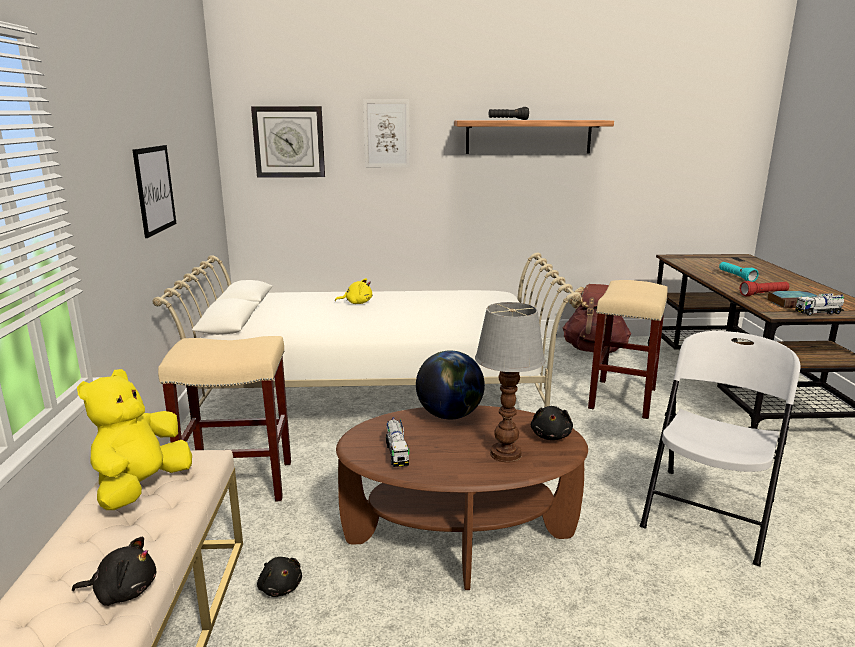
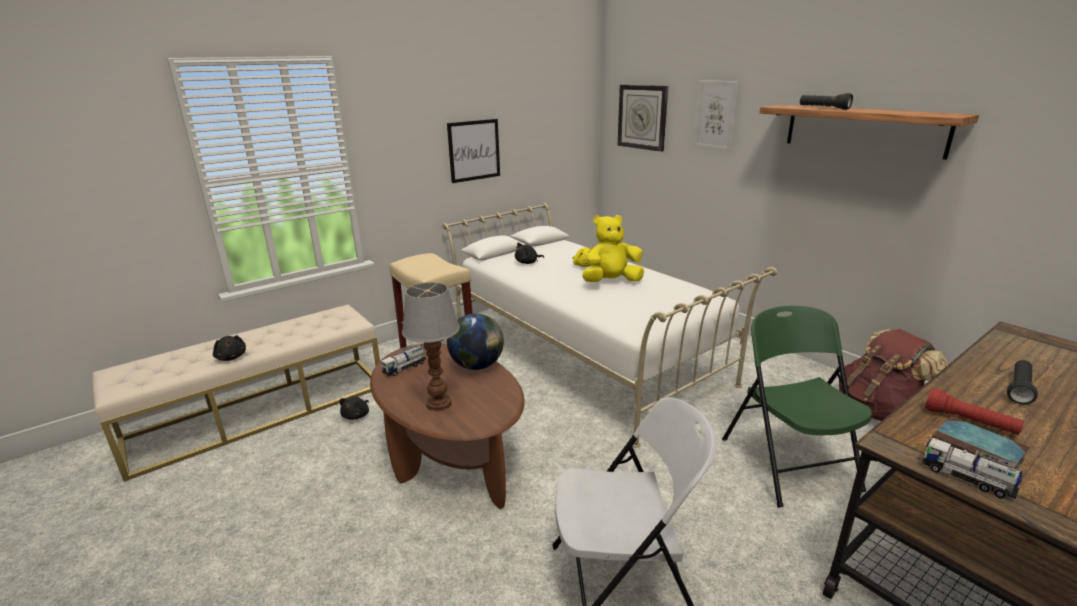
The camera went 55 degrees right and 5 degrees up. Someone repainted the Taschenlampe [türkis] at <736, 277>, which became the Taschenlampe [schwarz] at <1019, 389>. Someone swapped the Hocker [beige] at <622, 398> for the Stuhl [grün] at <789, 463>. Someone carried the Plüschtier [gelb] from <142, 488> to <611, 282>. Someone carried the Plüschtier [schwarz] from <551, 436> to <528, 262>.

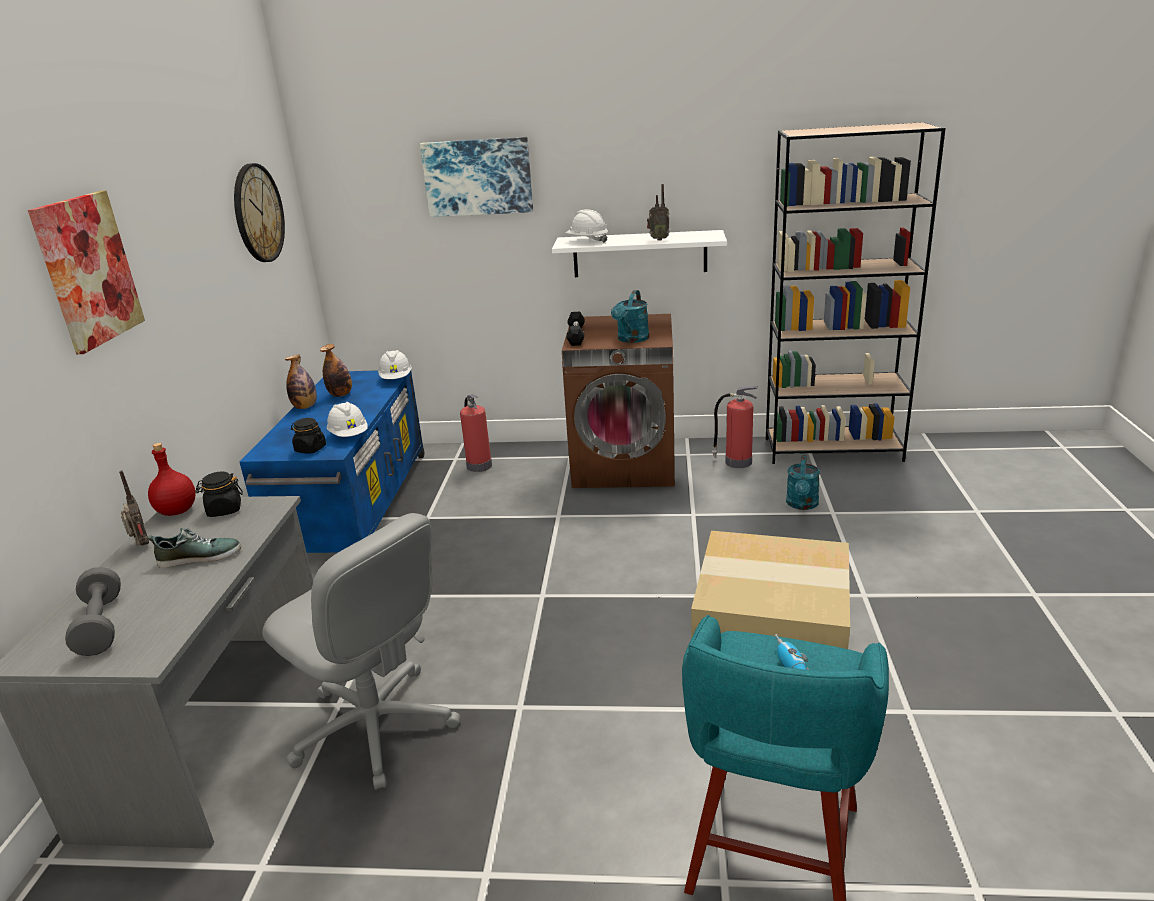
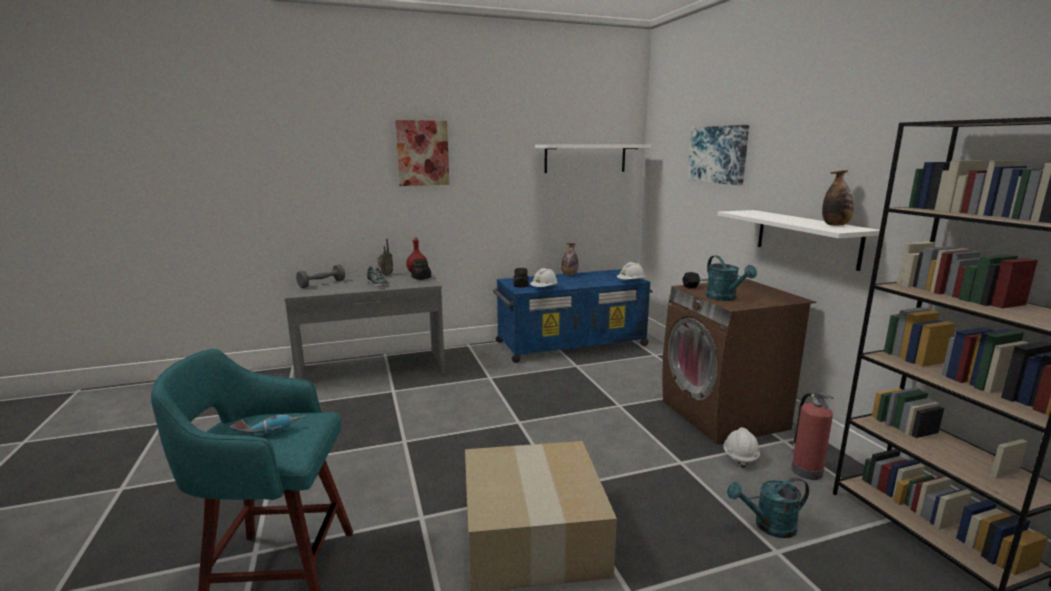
The camera went 65 degrees right and 10 degrees down. Someone swapped the Wanduhr at <258, 213> for the Wandregal [weiß] at <585, 158>. Someone took away the Radio at <658, 239>. Someone carried the Schutzhelm [weiß] from <587, 241> to <740, 457>. Someone rotated the Gießkanne [türkis] at <631, 339> by 105 degrees counterclockwise. Someone carried the Flasche from <340, 394> to <835, 225>. Someone took away the Feuerlöscher at <479, 465>. Someone took away the Bürostuhl [grau] at <374, 727>.

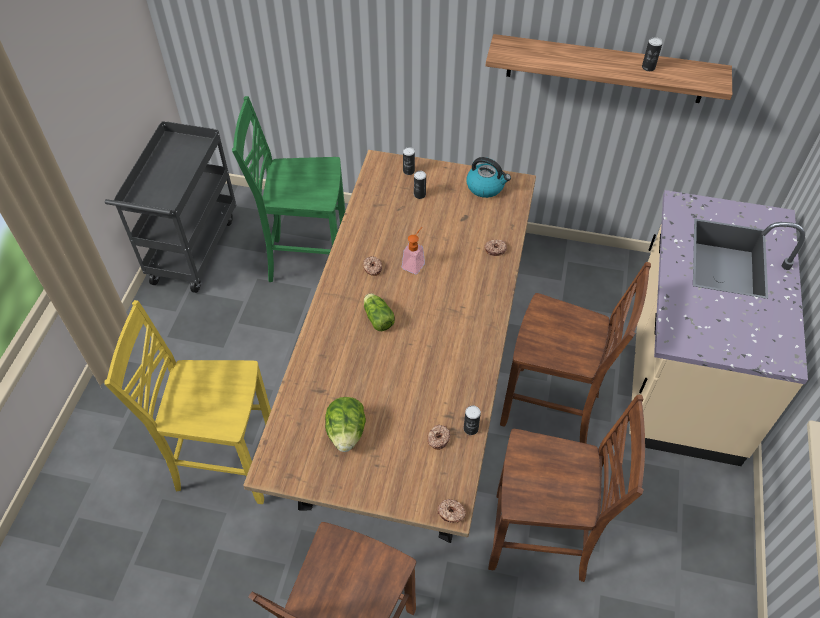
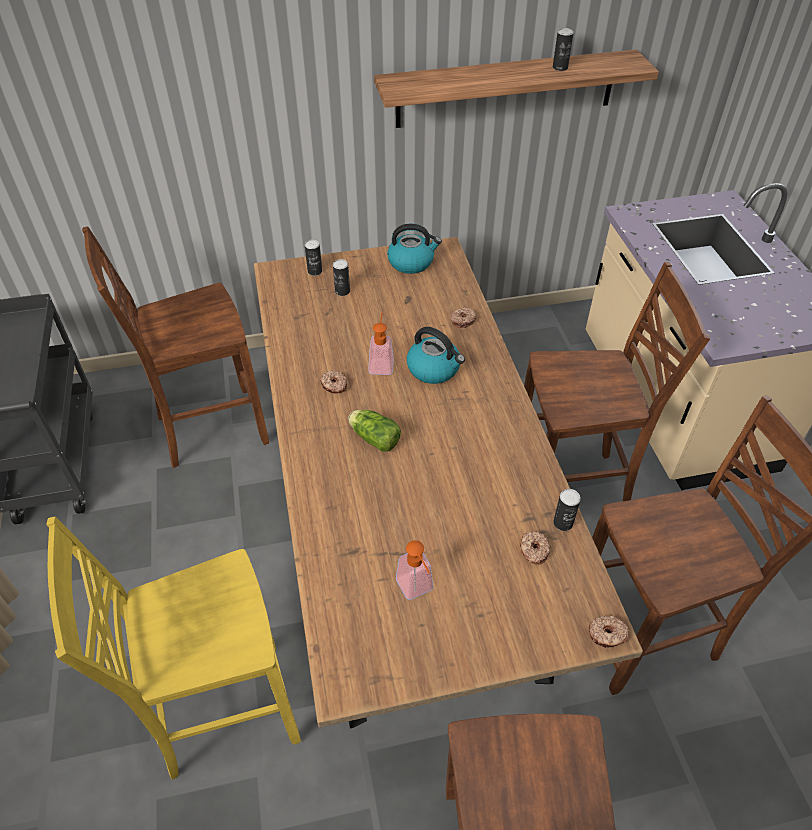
The camera went 25 degrees left and 5 degrees down. Someone repainted the Stuhl [grün] at <306, 261>, which became the Stuhl [braun] at <209, 428>. Someone swapped the Salatkopf at <346, 432> for the Seifenspender at <417, 590>. Someone put down the Wasserkessel at <434, 369>.

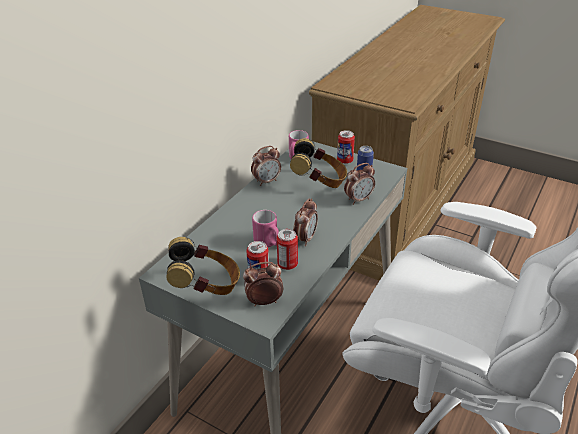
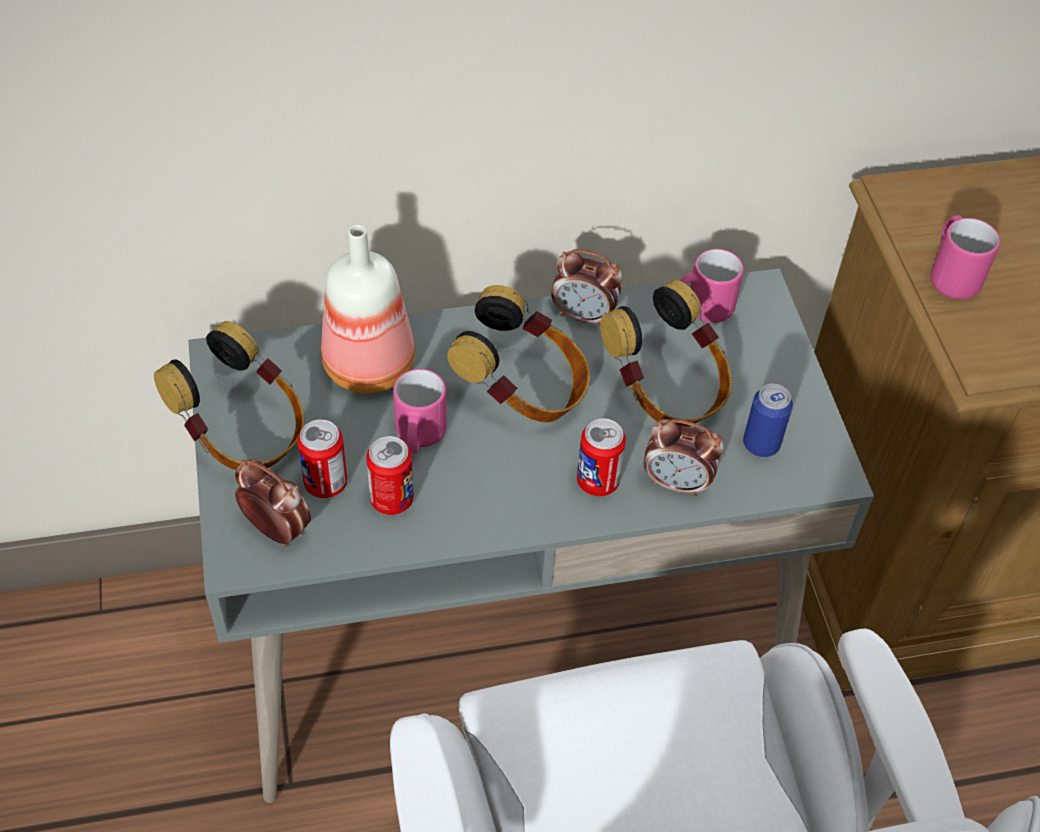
The camera went 45 degrees right and 15 degrees up. Someone carried the Dose from <345, 160> to <597, 481>. Someone took away the Wecker at <305, 239>. Someone put down the Henkelbecher [rosa] at <951, 275>. Someone put down the Flasche at <371, 364>. Someone put down the Kopfhörer at <523, 390>.

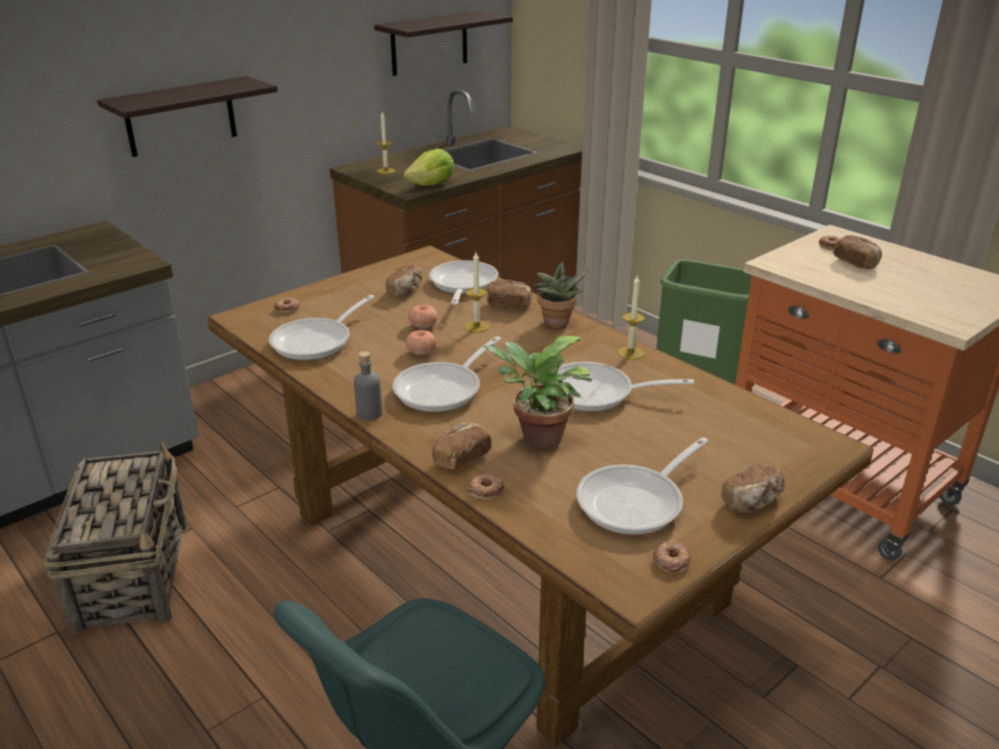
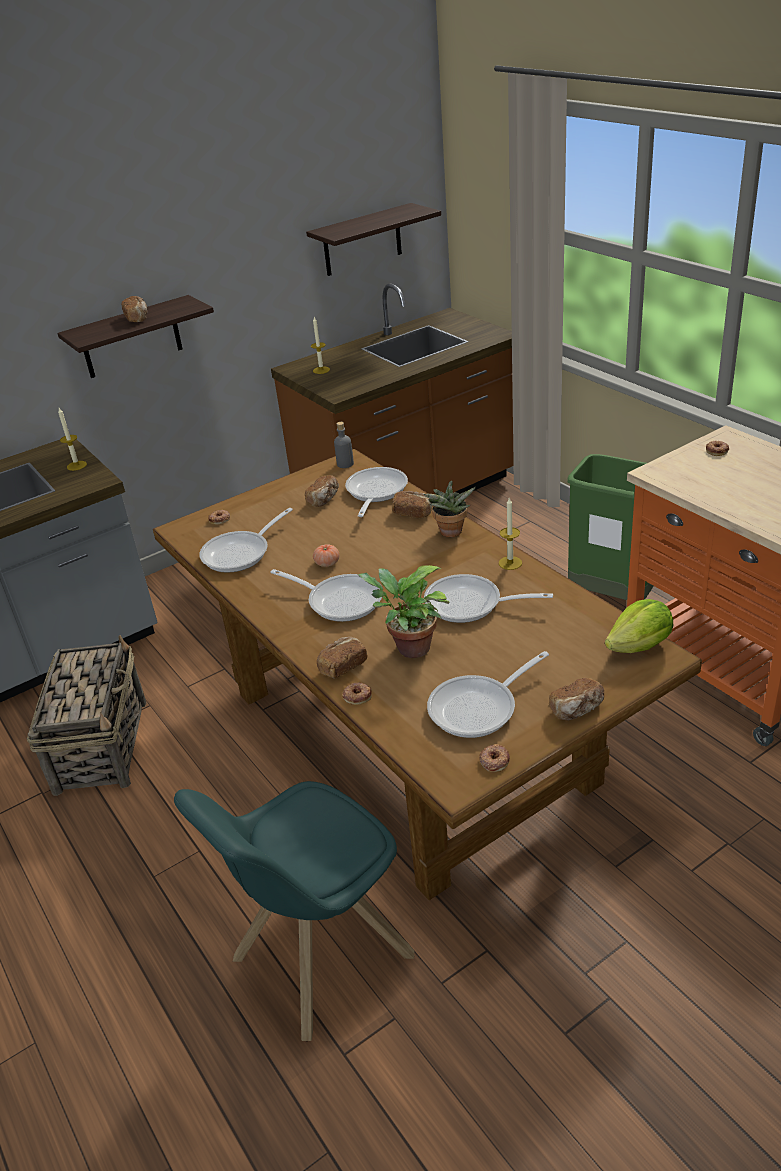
The camera went 10 degrees right and 5 degrees up. Someone carried the Salatkopf from <432, 185> to <640, 646>. Someone carried the Brot from <856, 263> to <137, 318>. Someone carried the Kerze from <476, 326> to <76, 465>. Someone took away the Tomate at <423, 325>. Someone rotated the Pfanne at <443, 389> by 105 degrees counterclockwise. Someone carried the Flasche [grau] from <369, 413> to <345, 464>.

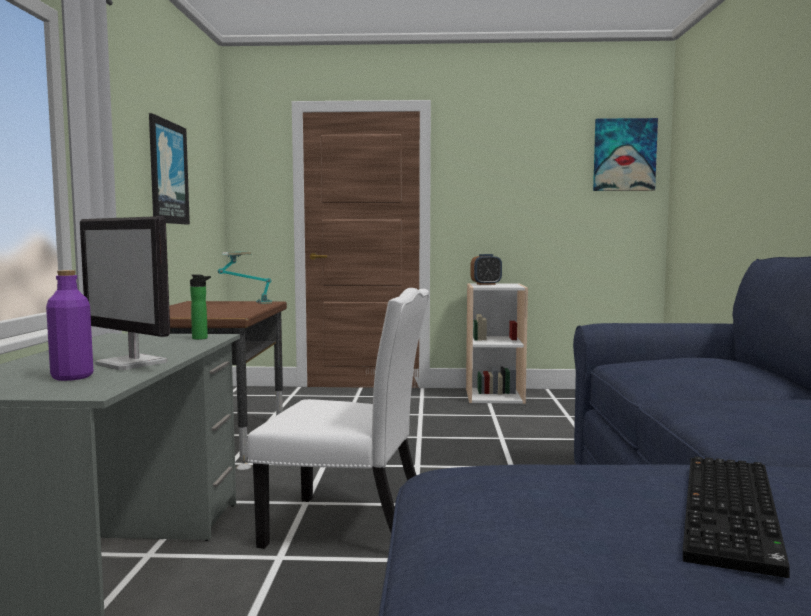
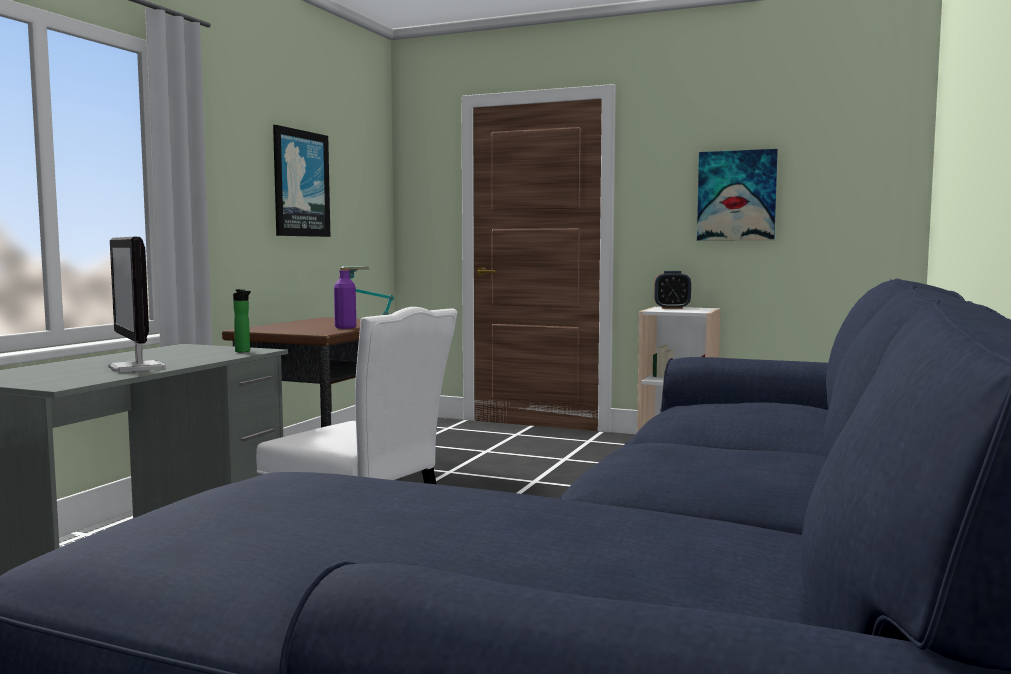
The camera went 20 degrees right and 0 degrees up. Someone carried the Bild from <624, 155> to <736, 195>. Someone carried the Flasche [lila] from <72, 377> to <345, 327>. Someone took away the Tastatur at <734, 513>.

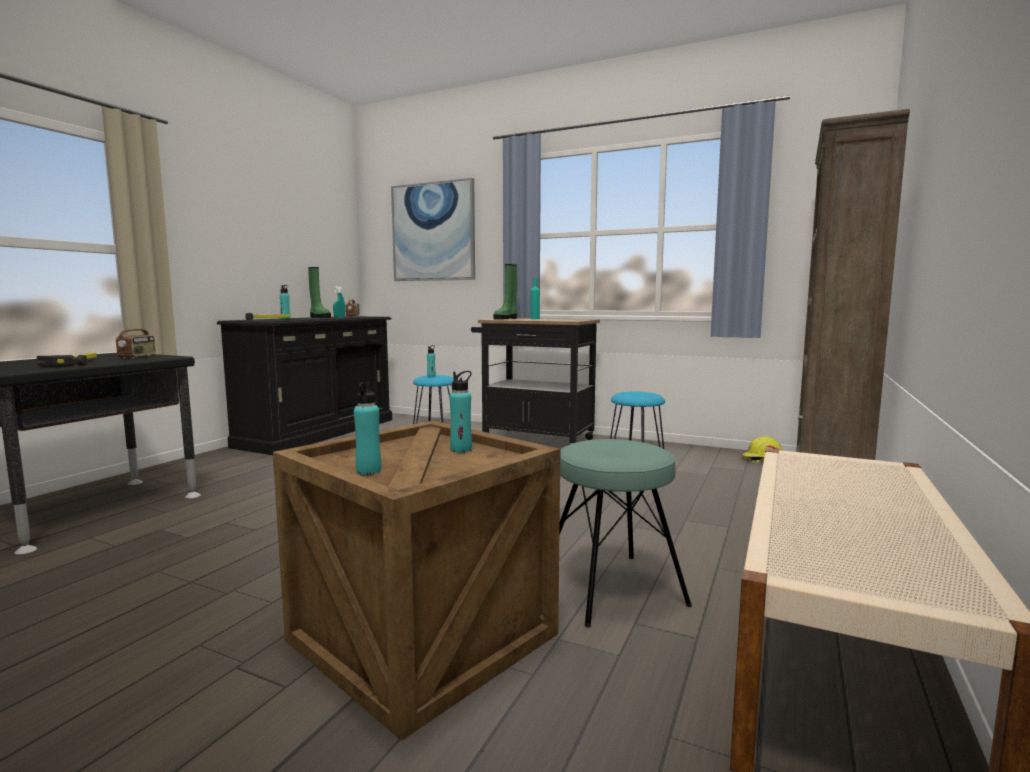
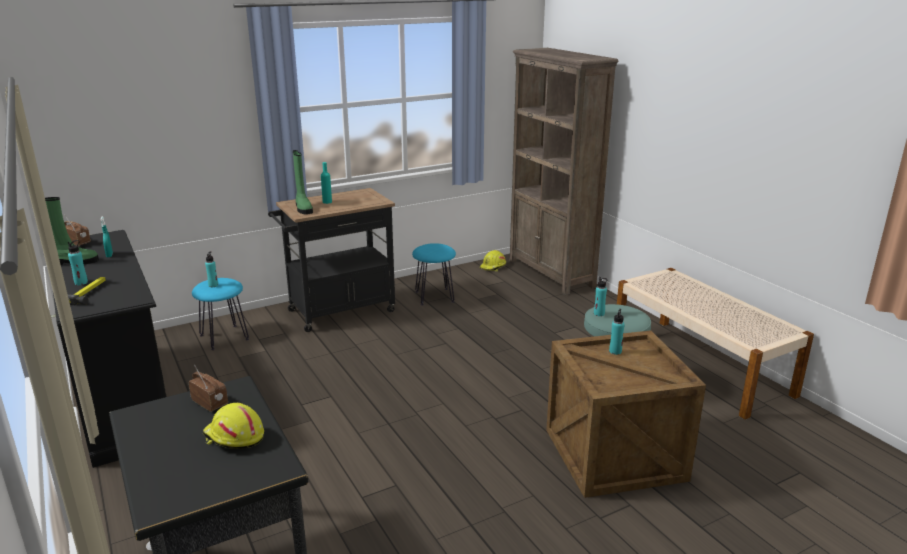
The camera went 55 degrees left and 15 degrees up. Someone took away the Bild at <433, 232>. Someone swapped the Hammer at <74, 363> for the Schutzhelm [gelb] at <234, 437>. Someone carried the Flasche [türkis] from <368, 471> to <599, 314>.

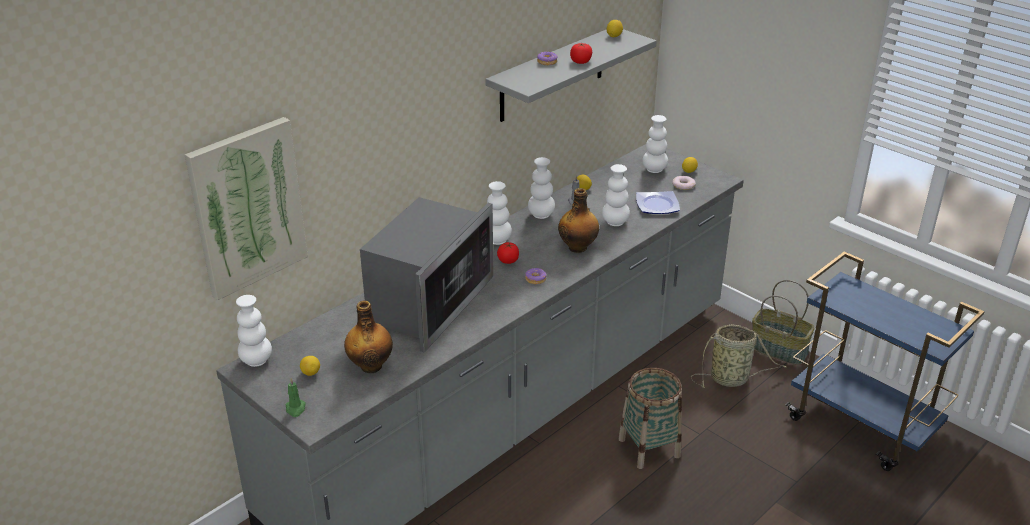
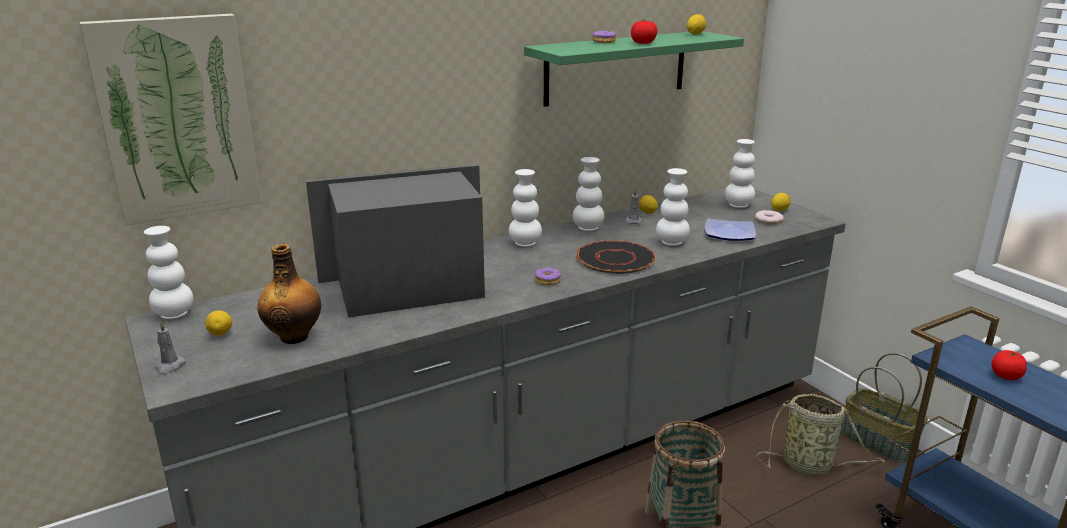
The camera went 15 degrees right and 10 degrees down. Someone repainted the Wandregal [grau] at <552, 74>, which became the Wandregal [grün] at <616, 67>. Someone swapped the Flasche at <578, 247> for the Teller [schwarz] at <616, 258>. Someone rotated the Mikrowelle at <429, 302> by 150 degrees counterclockwise. Someone carried the Tomate from <508, 260> to <1006, 376>. Someone repainted the Kerze [grün] at <295, 409>, which became the Kerze [grau] at <169, 367>.

